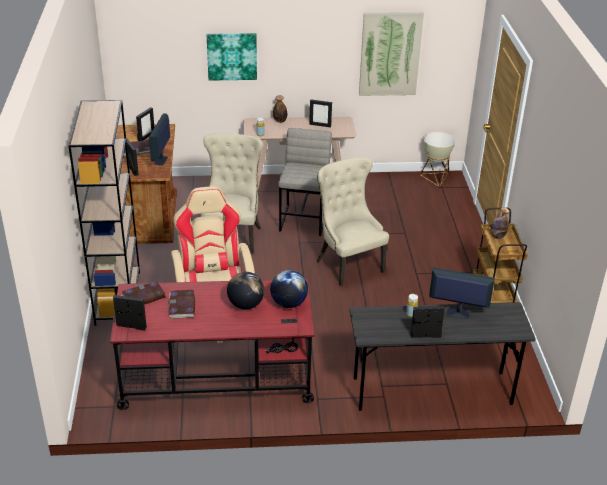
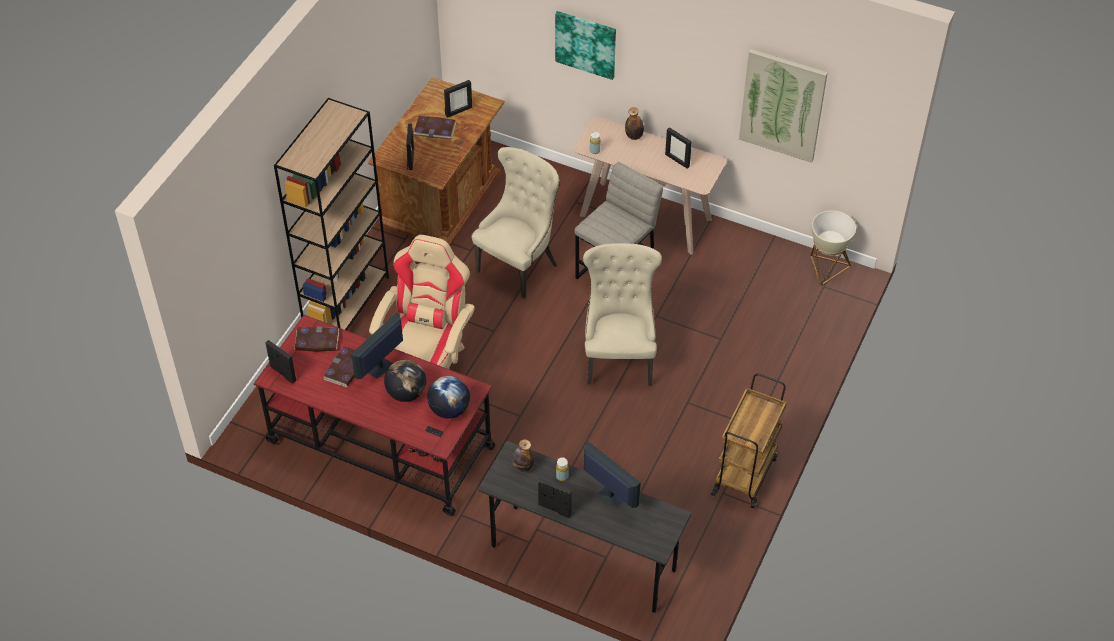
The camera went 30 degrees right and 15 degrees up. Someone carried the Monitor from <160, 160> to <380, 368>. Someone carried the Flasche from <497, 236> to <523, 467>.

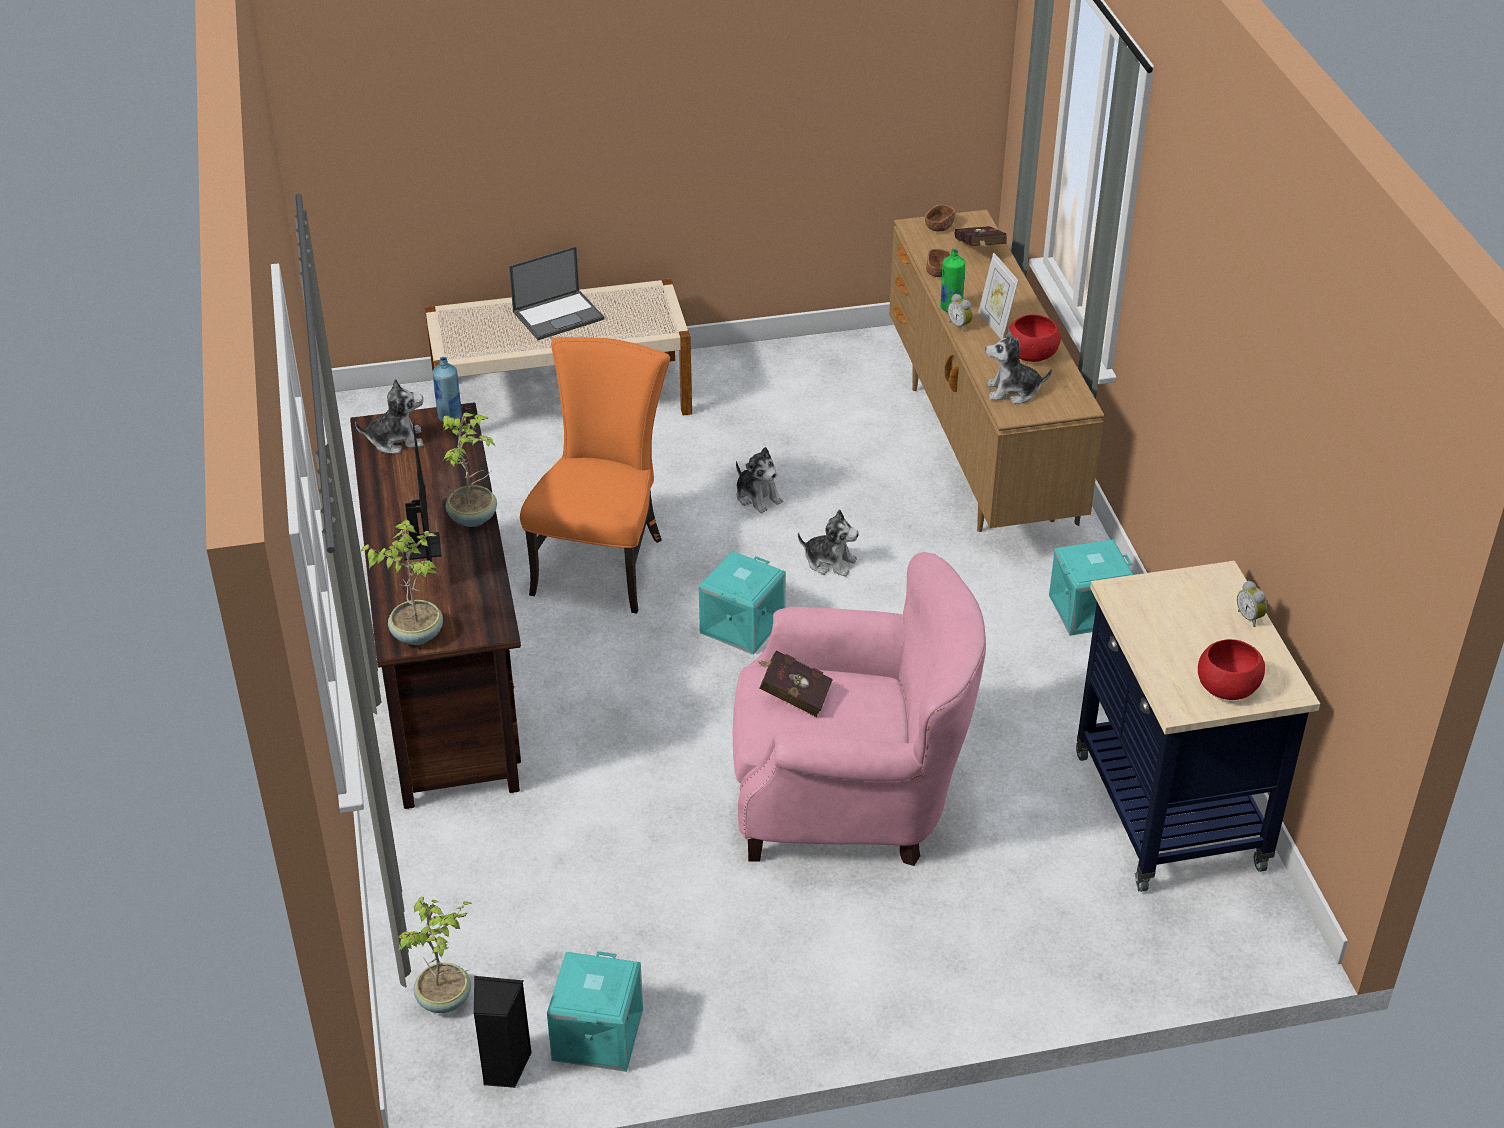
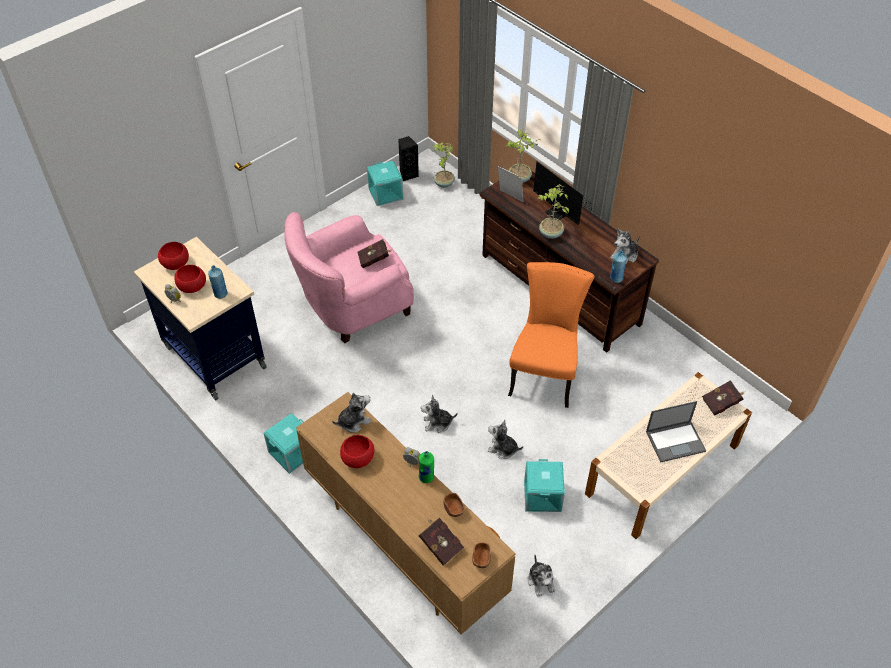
The camera went 150 degrees right and 10 degrees up. Someone rotated the Laptop at <559, 315> by 135 degrees counterclockwise. Someone carried the Bilderrahmen from <995, 325> to <509, 197>. Someone rotated the Stuhl [orange] at <603, 561> by 150 degrees counterclockwise. Someone carried the Aufbewahrungsbox [türkis] from <741, 625> to <543, 496>. Someone put down the Schüssel [rot] at <192, 286>. Someone put down the Flasche [blau] at <220, 294>. Someone put down the Buch [rot] at <722, 403>. Someone put down the Plüschtier at <541, 581>.

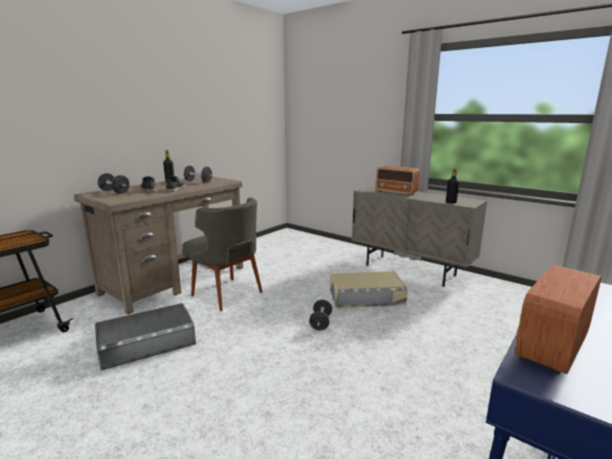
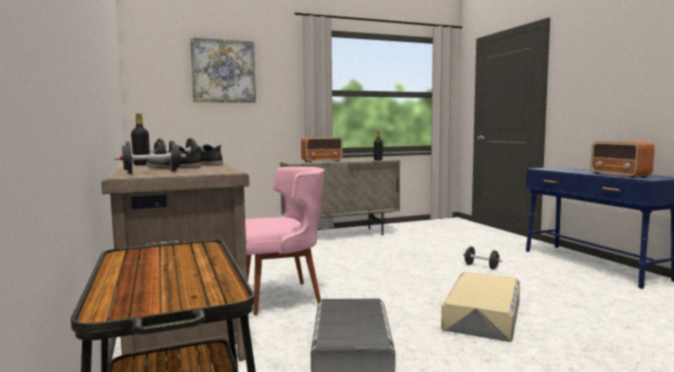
The camera went 60 degrees left and 10 degrees down. Someone repainted the Stuhl [grau] at <227, 294>, which became the Stuhl [rosa] at <280, 298>. Someone carried the Aufbewahrungsbox [beige] from <366, 297> to <483, 315>. Someone carried the Hantel [schwarz] from <321, 323> to <481, 266>. Someone put up the Bild at <223, 71>.

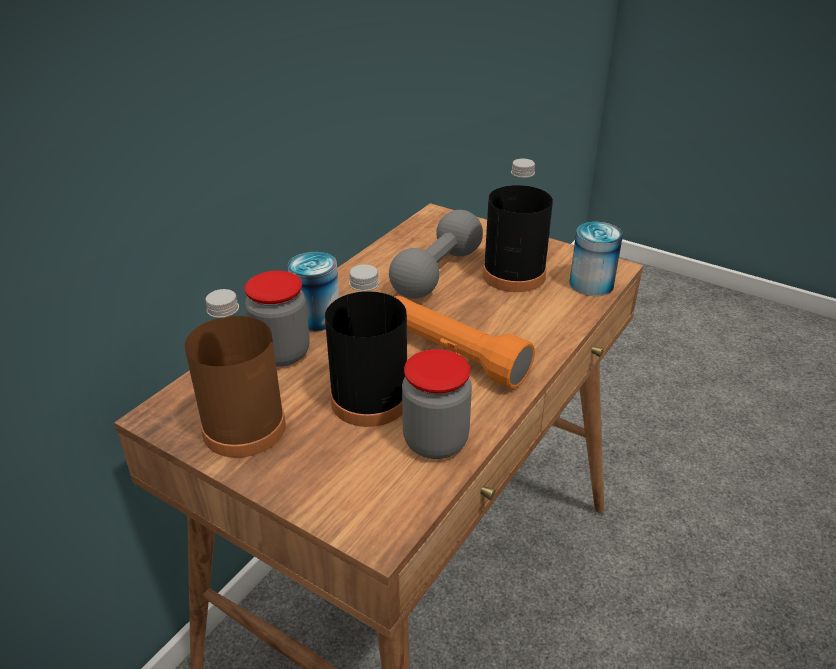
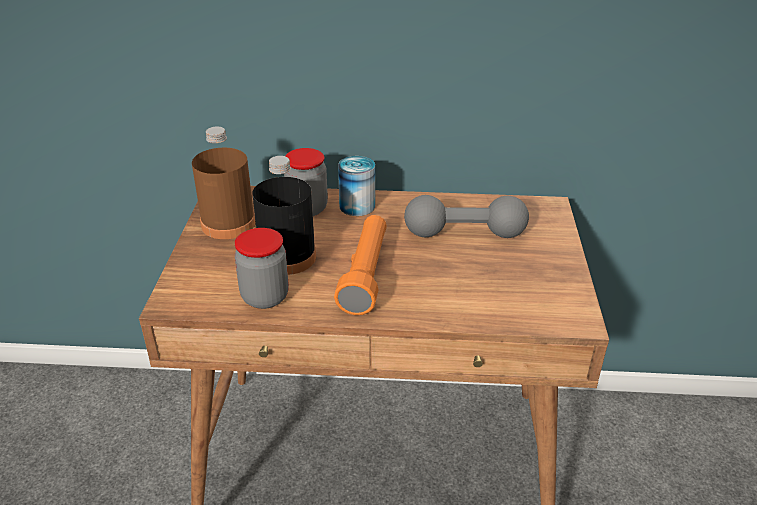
The camera went 60 degrees right and 0 degrees up. Someone took away the Flasche [schwarz] at <513, 275>. Someone took away the Dose at <591, 284>.

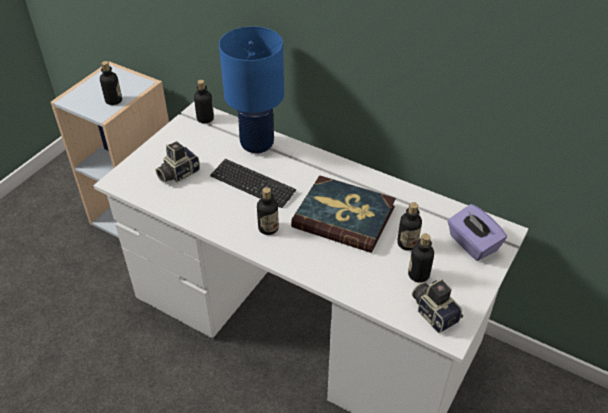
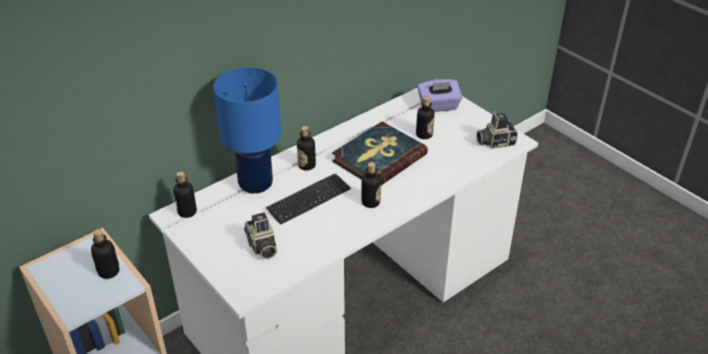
The camera went 70 degrees left and 5 degrees down. Someone carried the Flasche from <418, 275> to <306, 165>.

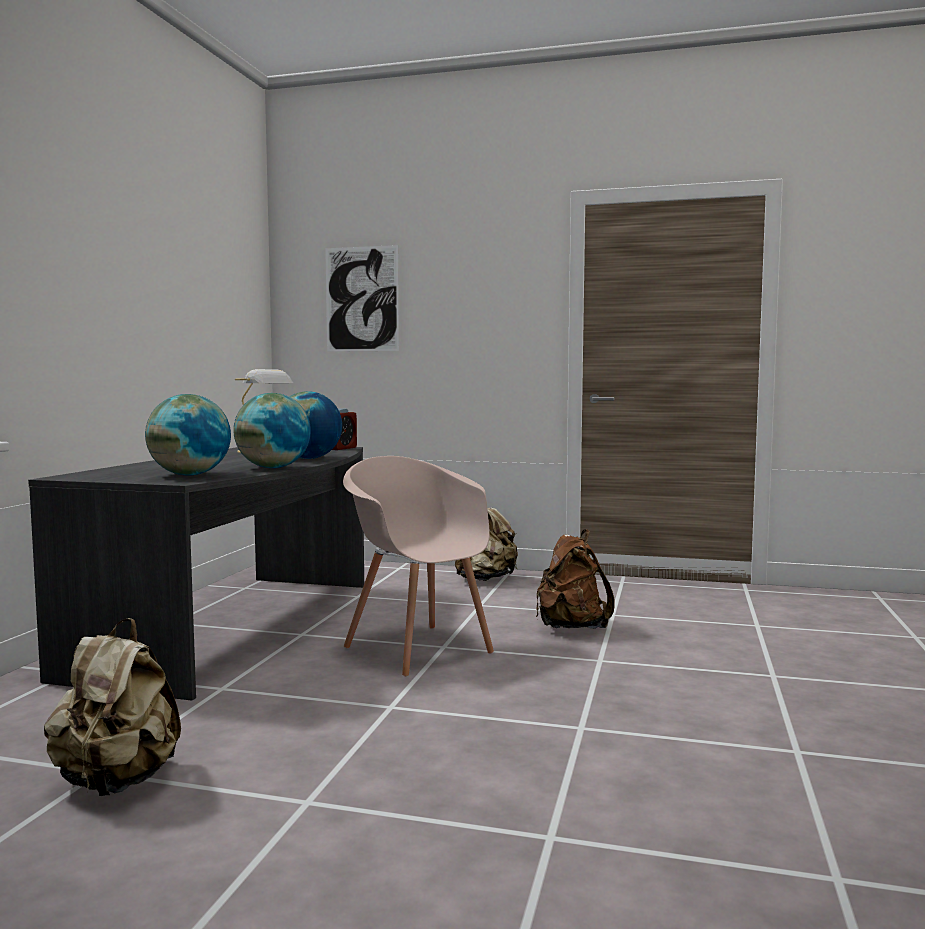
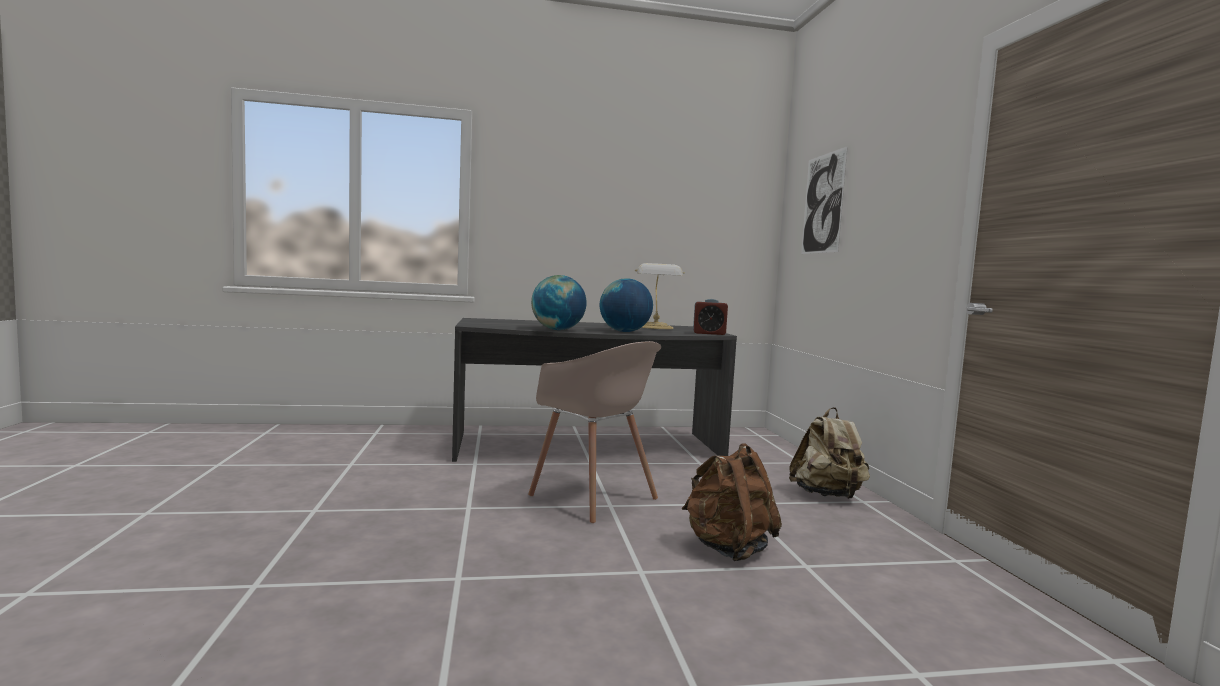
The camera went 65 degrees right and 0 degrees up. Someone took away the Globus at <190, 475>. Someone rotated the Stuhl [beige] at <418, 649> by 105 degrees clockwise. Someone took away the Rucksack [beige] at <117, 781>.

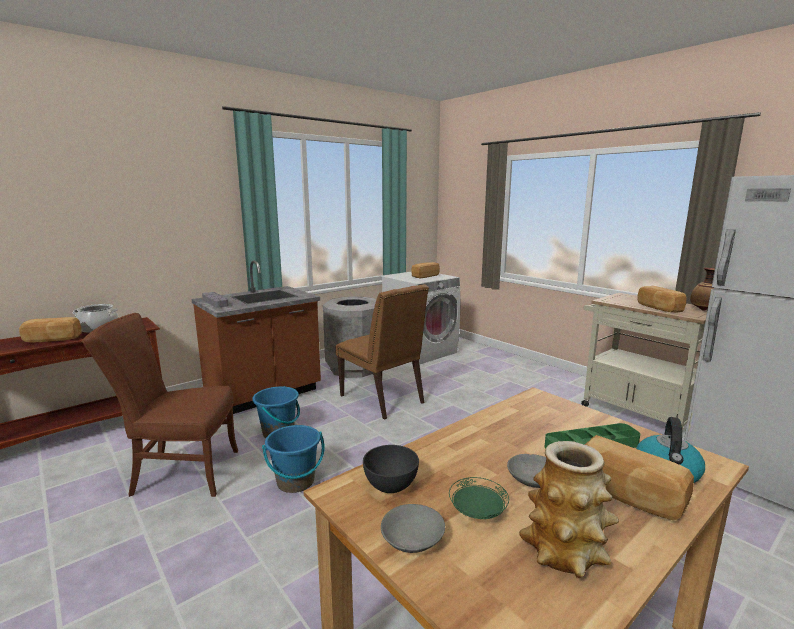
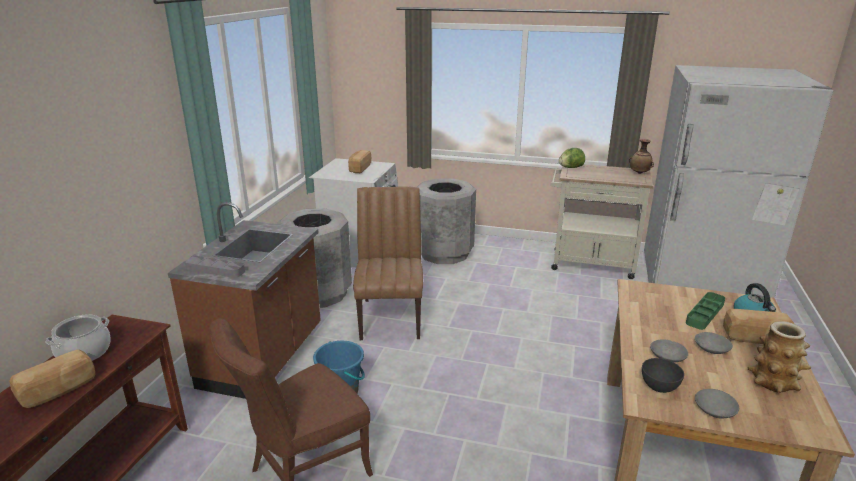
The camera went 35 degrees left and 10 degrees up. Someone rotated the Stuhl [braun] at <381, 399> by 105 degrees counterclockwise. Someone took away the Brot at <658, 308>. Someone took away the Eimer [blau] at <295, 482>. Someone took away the Teller [grün] at <477, 511>. Someone put down the Salatkopf at <570, 168>. Someone put down the Mülleimer [grau] at <444, 253>. Someone put down the Schüssel [grau] at <668, 356>.

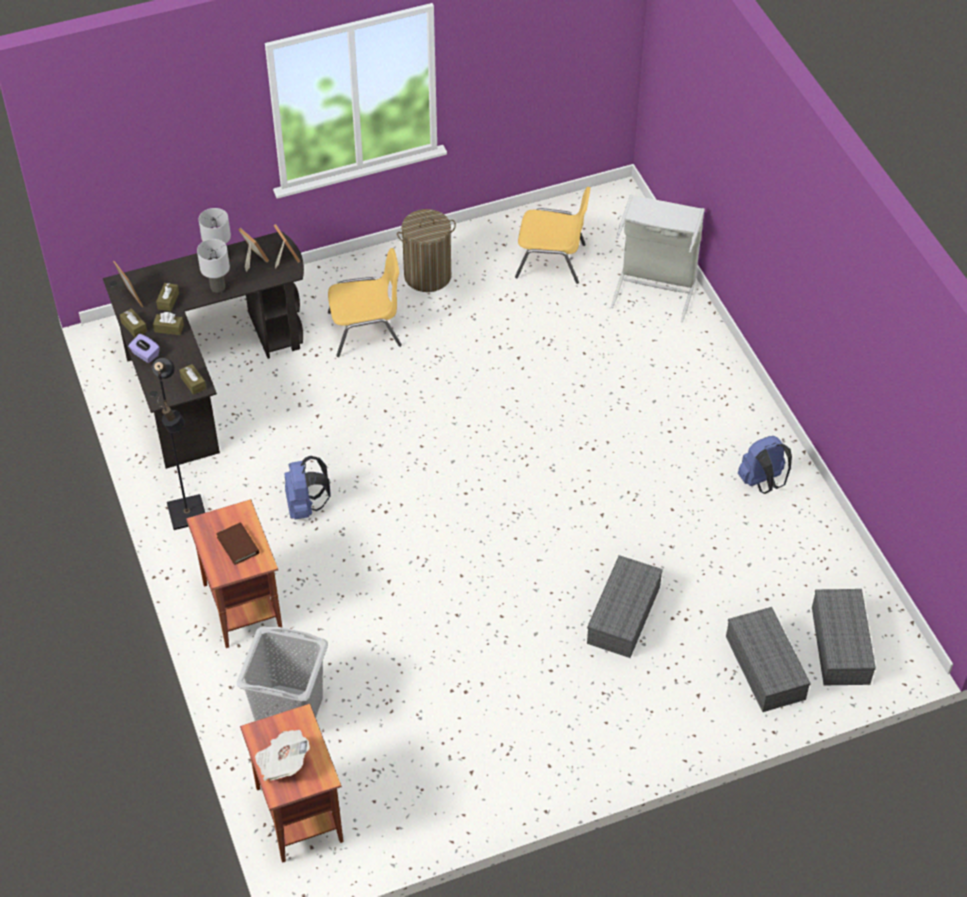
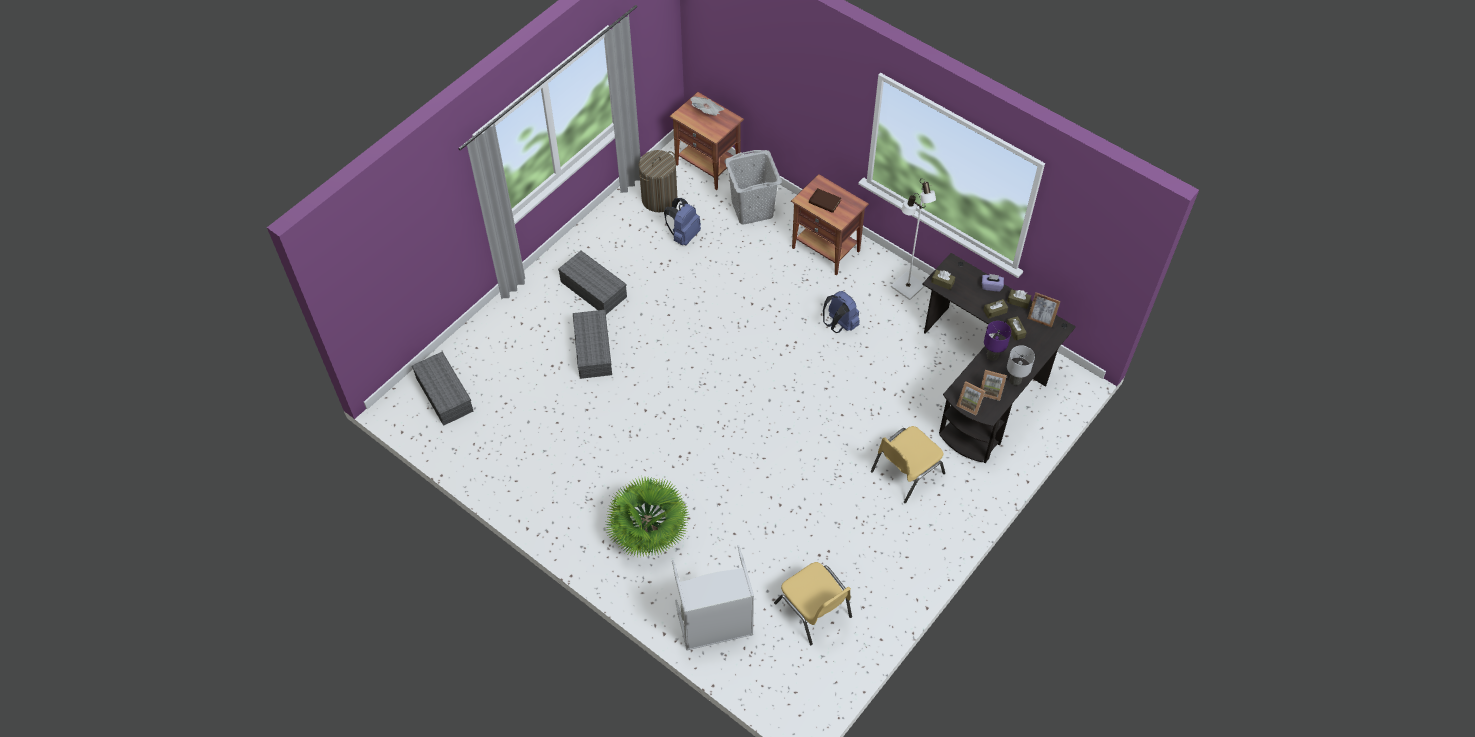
The camera went 150 degrees right and 5 degrees up. Someone rotated the Stuhl [gelb] at <552, 260> by 105 degrees counterclockwise. Someone carried the Wäschekorb from <427, 276> to <659, 199>. Someone repainted the Tischlampe [weiß] at <217, 288>, which became the Tischlampe [lila] at <992, 357>. Someone repainted the Stehlampe [schwarz] at <187, 513>, which became the Stehlampe [weiß] at <907, 286>. Someone carried the Rucksack [blau] from <762, 482> to <683, 235>. Someone carried the Aufbewahrungsbox [grau] from <766, 668> to <592, 289>. Someone put down the Topfpflanze at <649, 535>.

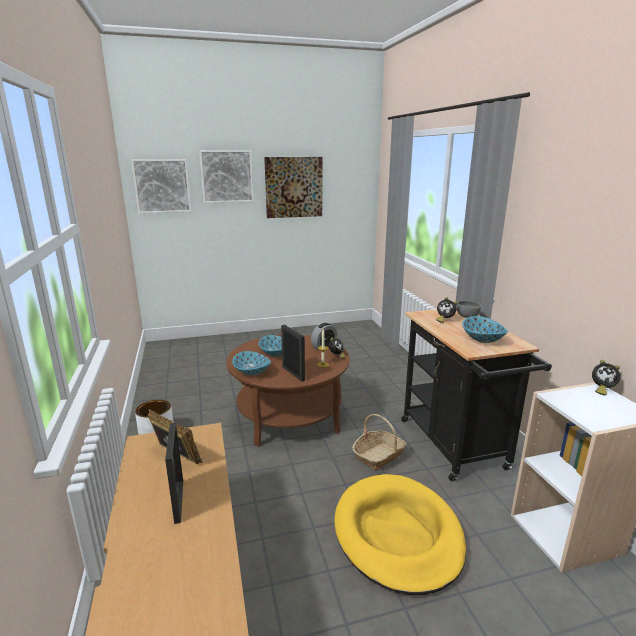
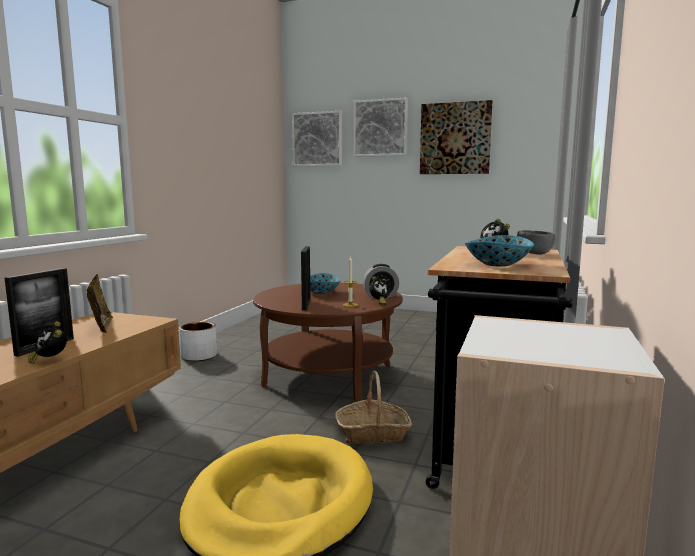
The camera went 35 degrees right and 10 degrees down. Someone took away the Schüssel at <252, 372>. Someone carried the Wecker from <601, 389> to <50, 360>.

